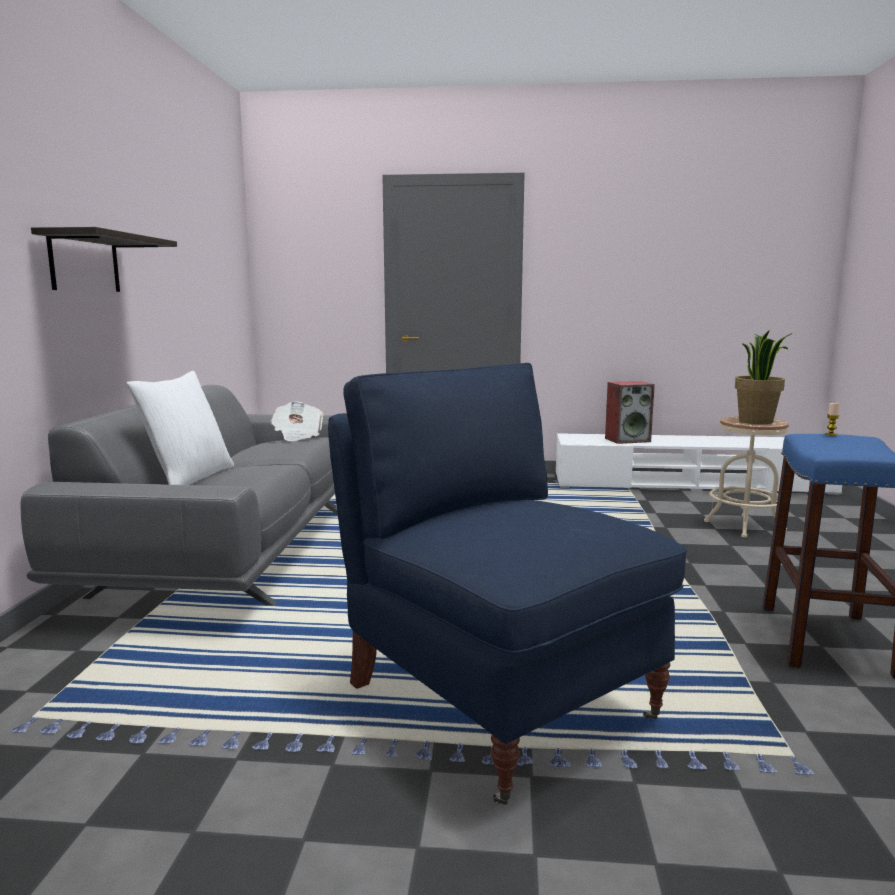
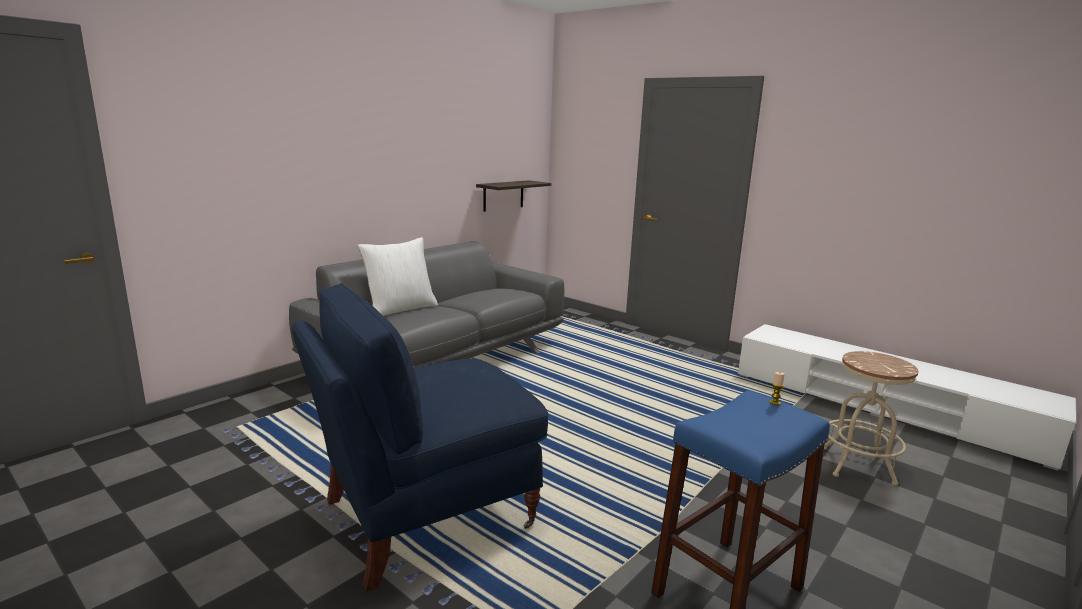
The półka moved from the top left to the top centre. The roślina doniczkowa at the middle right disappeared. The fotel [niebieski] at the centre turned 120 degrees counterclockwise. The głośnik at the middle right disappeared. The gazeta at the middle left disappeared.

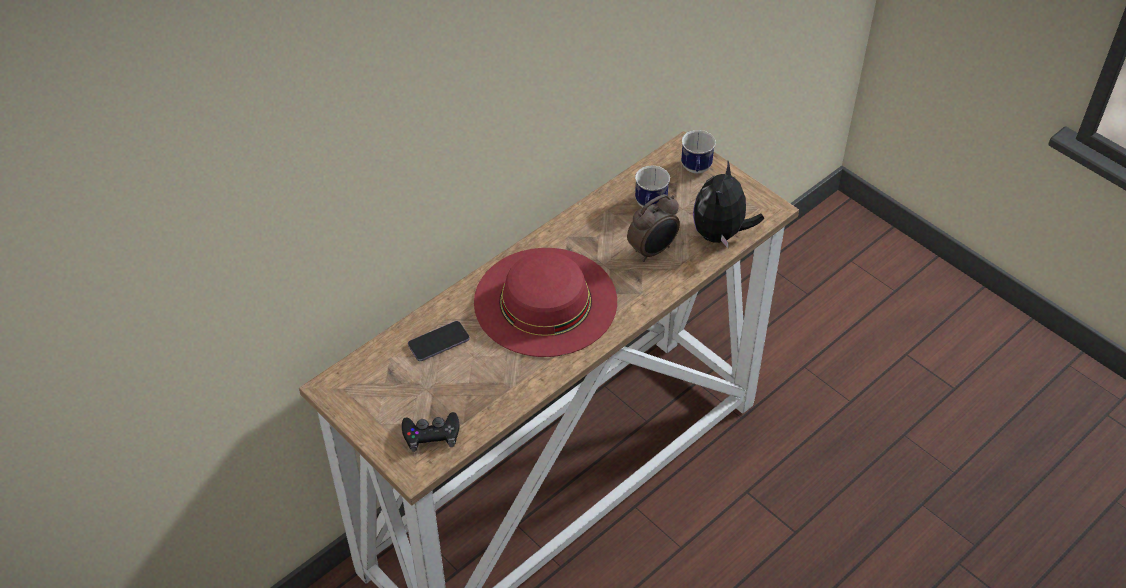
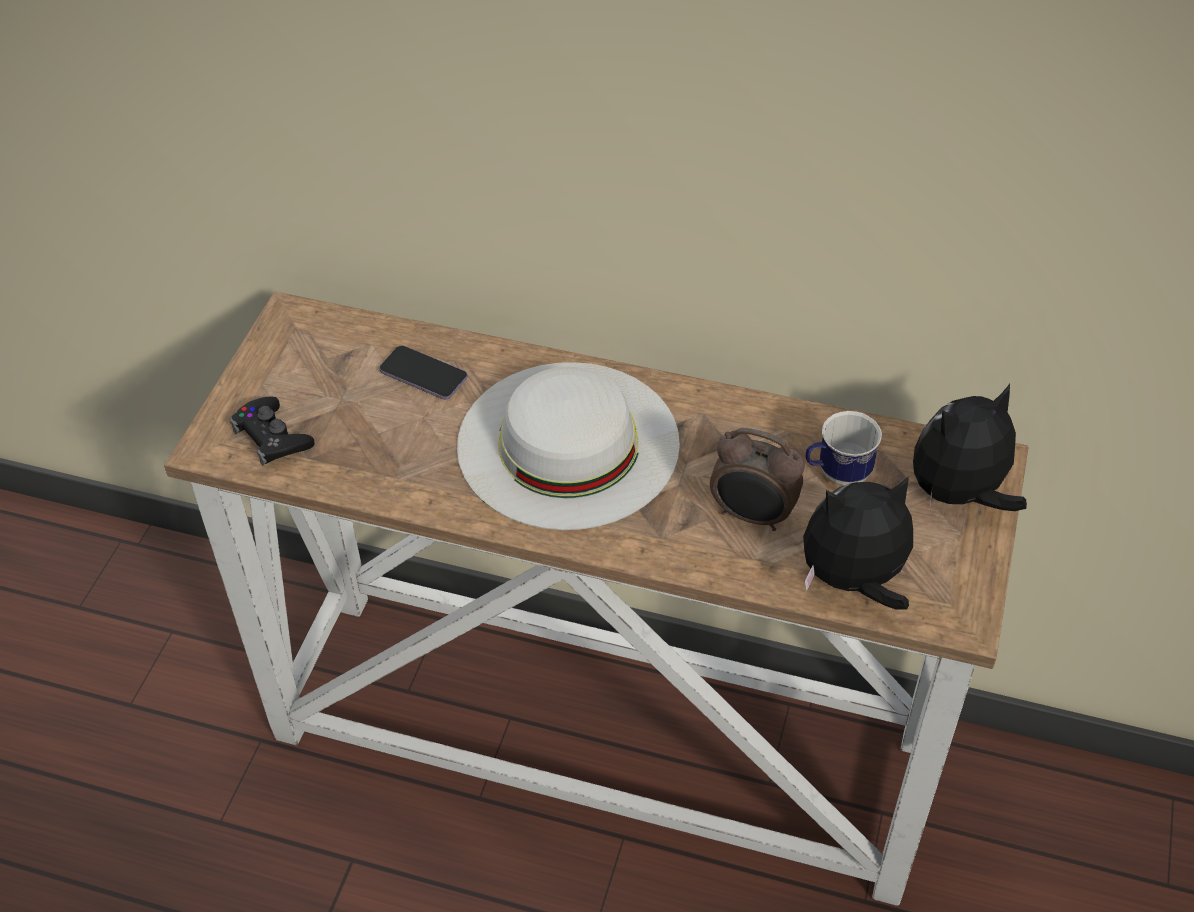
The kubek (2nd from left) at the top centre was replaced by the pluszak (2nd from left) at the middle right. The kapelusz [czerwony] at the centre became the kapelusz [biały] at the centre.

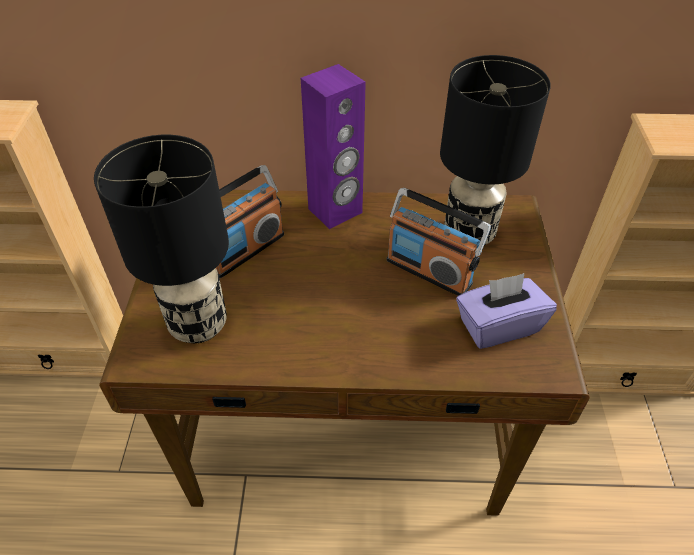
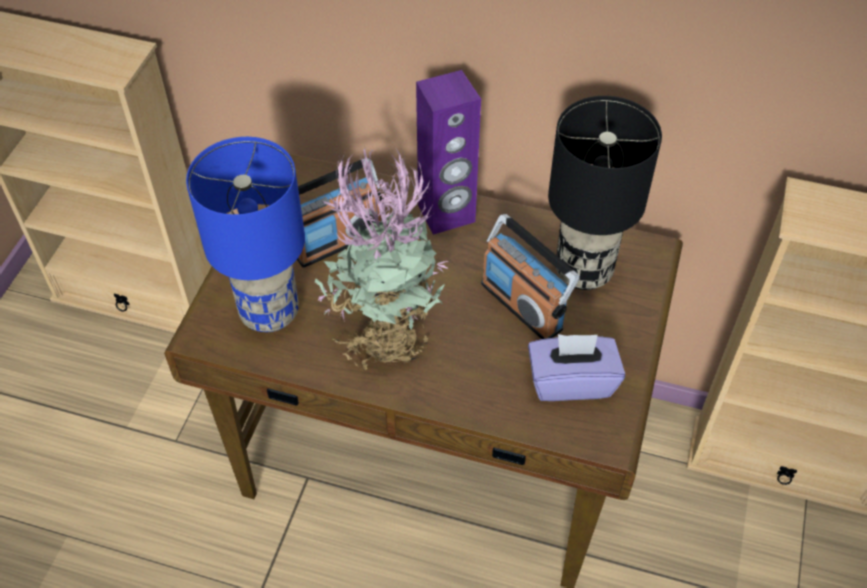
The lampa stołowa [czarny] (1st from left) at the middle left became the lampa stołowa [niebieski] at the middle left. The roślina doniczkowa at the centre appeared.

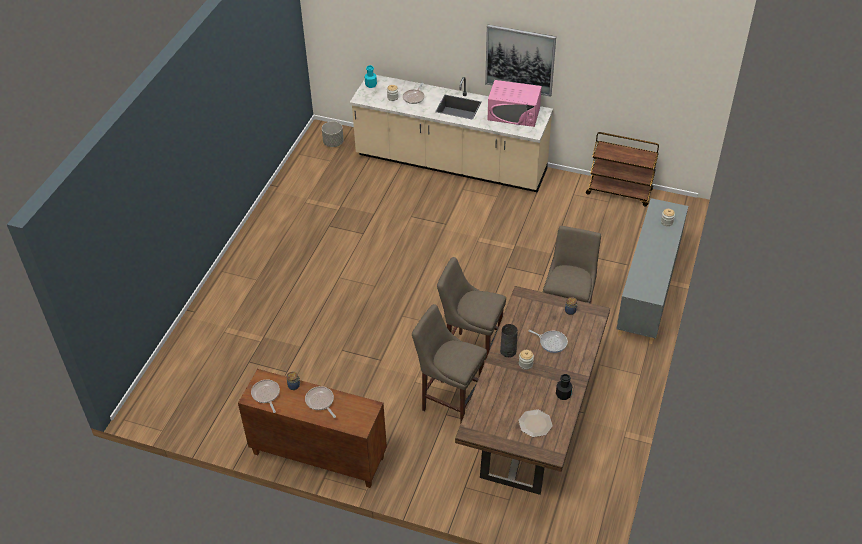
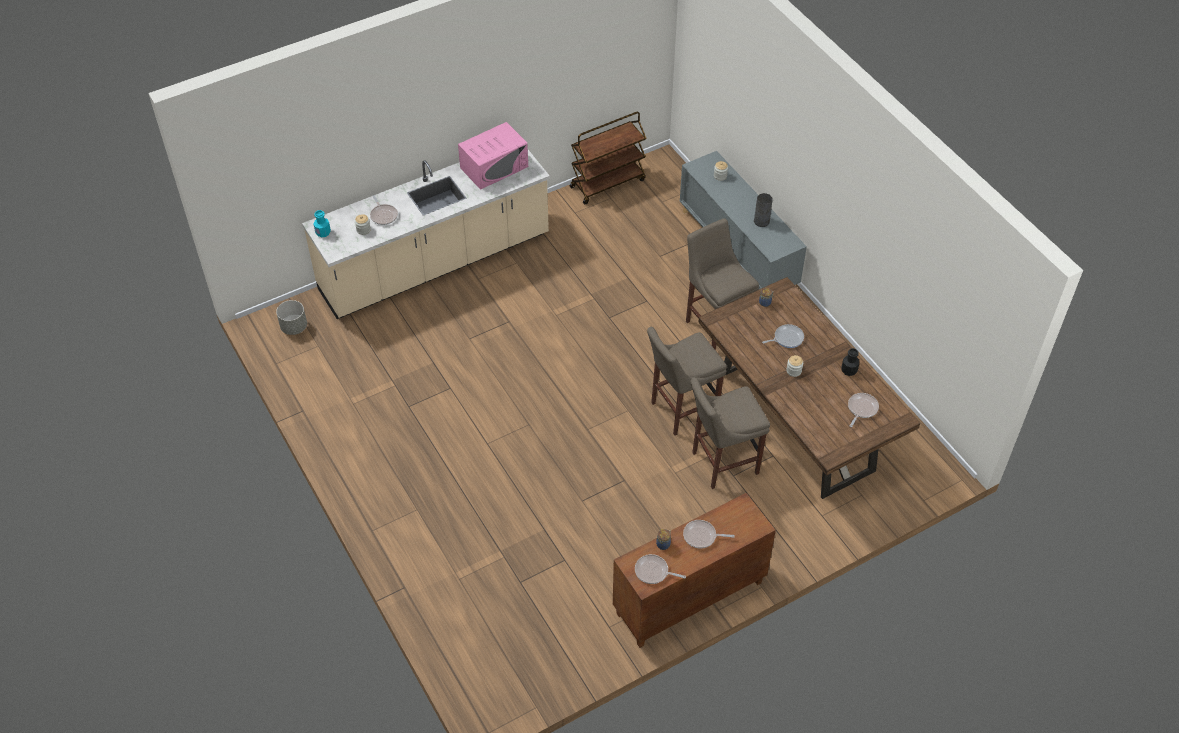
The obraz at the top centre disappeared. The wazon [szary] moved from the centre to the top centre. The talerz at the bottom centre was replaced by the patelnia (5th from left) at the middle right.

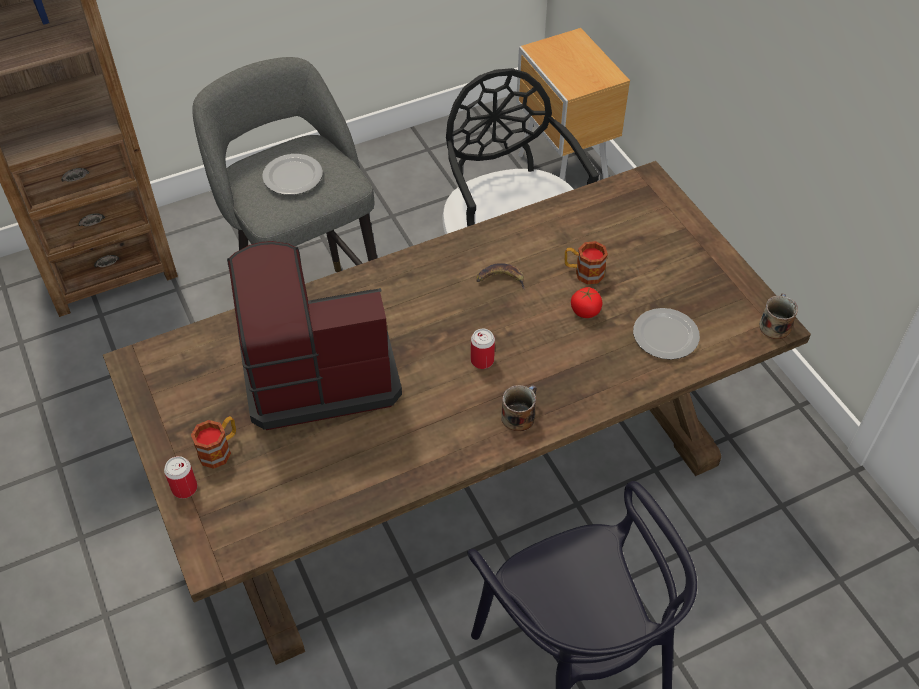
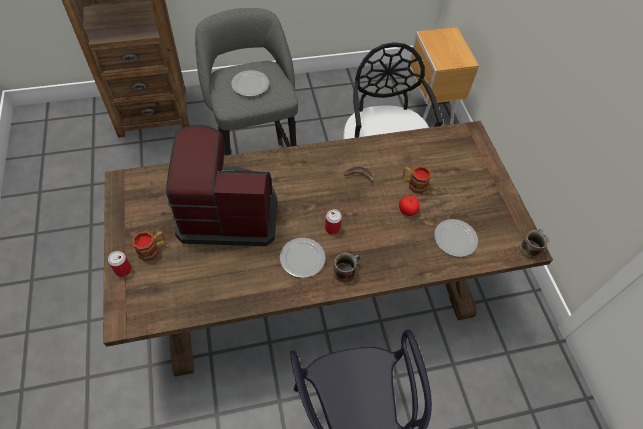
The talerz (2nd from left) at the centre appeared.

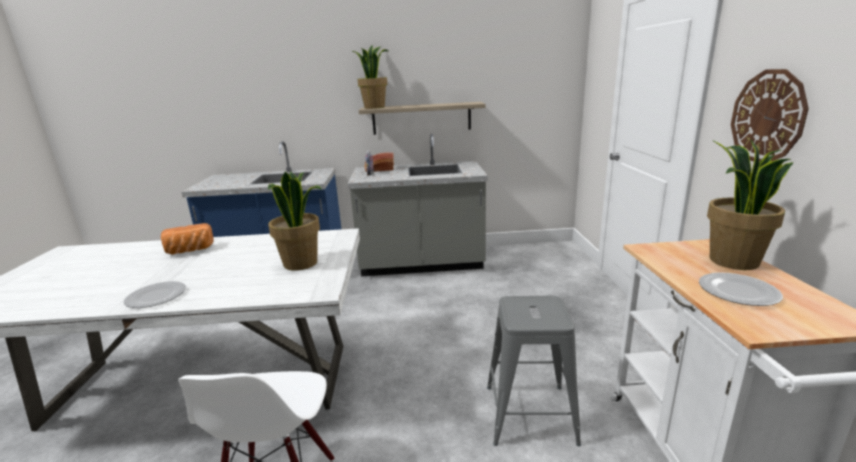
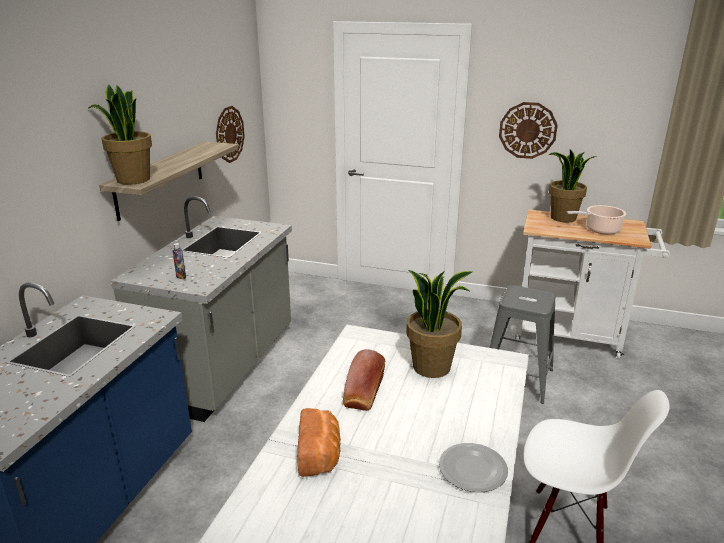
The chleb (2nd from left) moved from the centre to the bottom centre. The talerz (2nd from left) at the middle right was replaced by the garnek at the middle right. The zegar ścienny (1st from left) at the top left appeared.

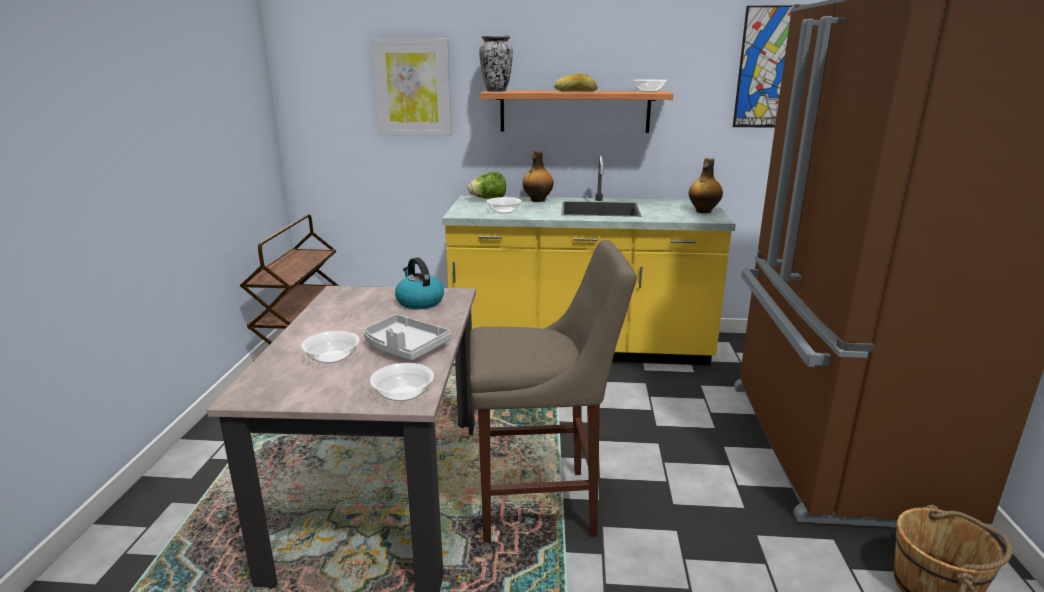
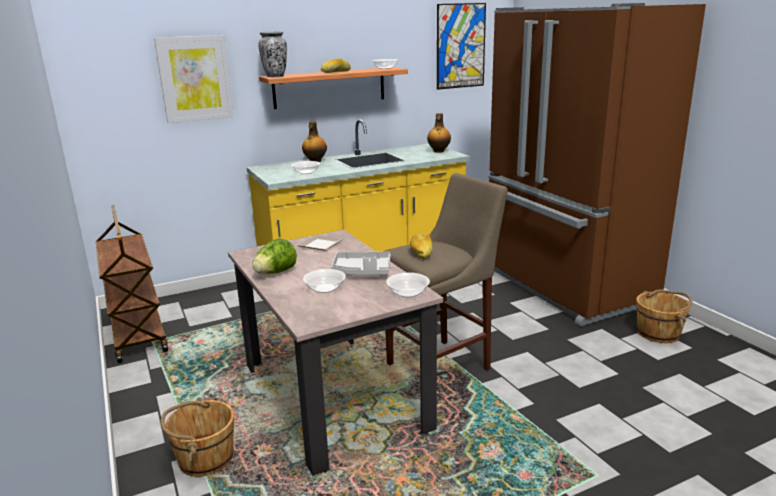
The sałata moved from the top centre to the centre. The czajnik at the centre was replaced by the talerz at the centre. The chleb (2nd from left) at the centre appeared. The wiadro [brązowy] (1st from left) at the bottom left appeared.

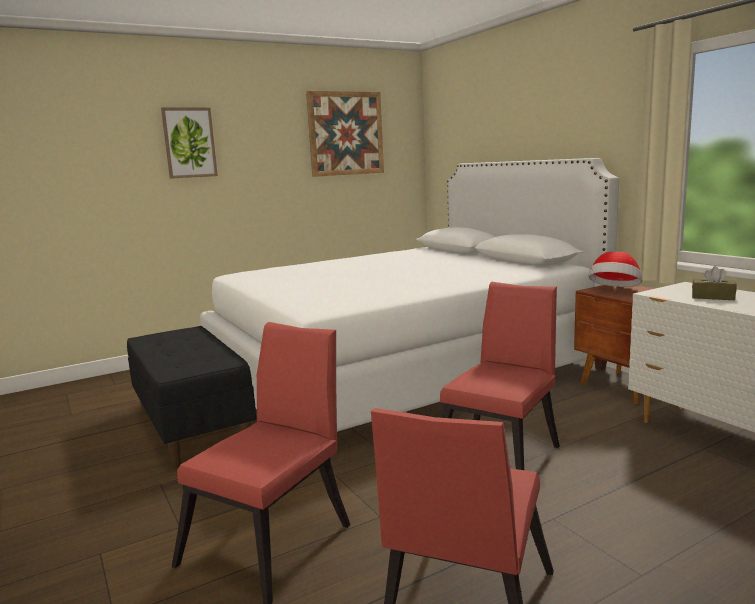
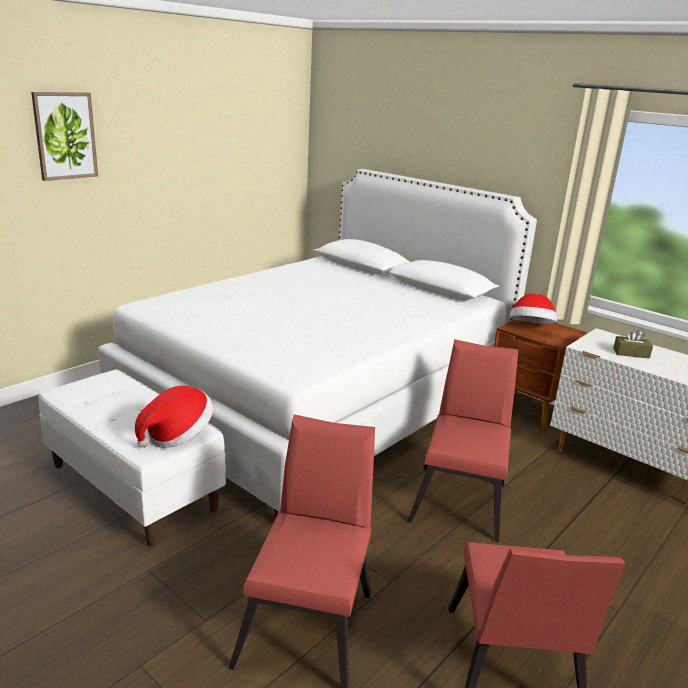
The obraz (2nd from left) at the top centre disappeared. The ławka [czarny] at the middle left became the ławka [biały] at the middle left. The kapelusz (1st from left) at the middle left appeared.

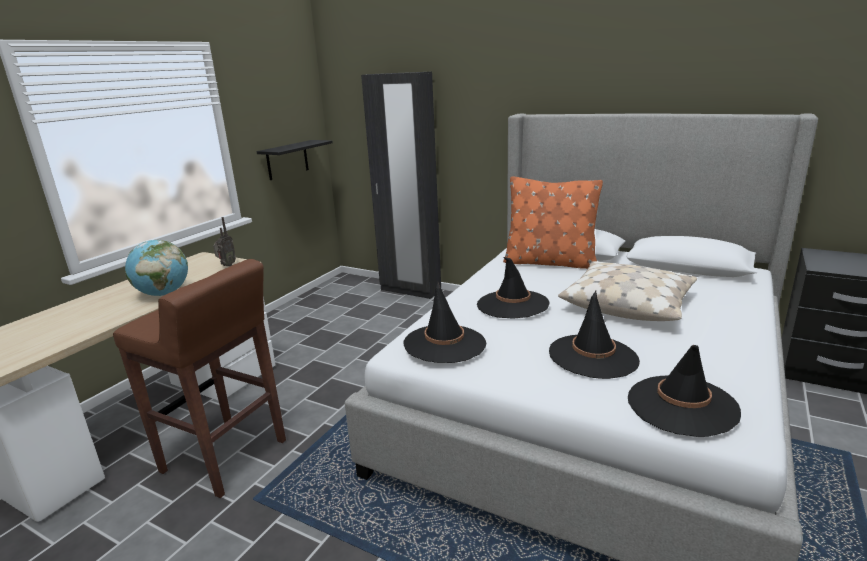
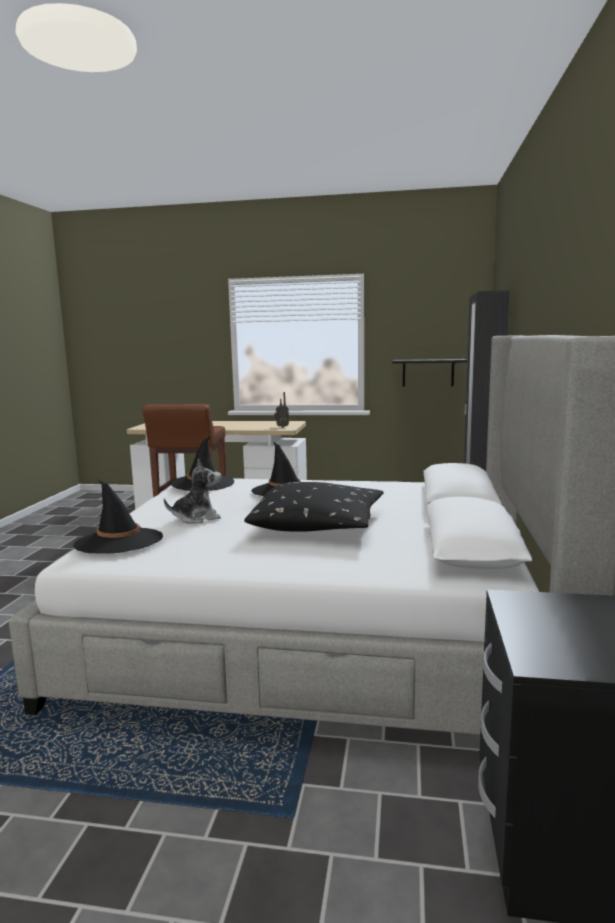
The poduszka [pomarańczowy] at the centre disappeared. The globus at the middle left disappeared. The poduszka [beżowy] at the middle right became the poduszka [czarny] at the centre. The kapelusz [czarny] (3rd from left) at the middle right was replaced by the pluszak at the middle left.

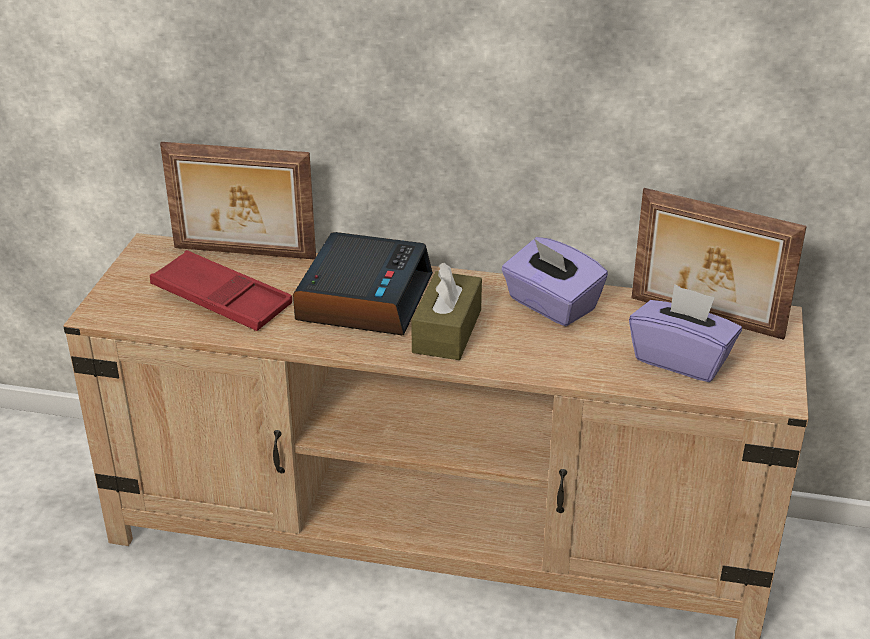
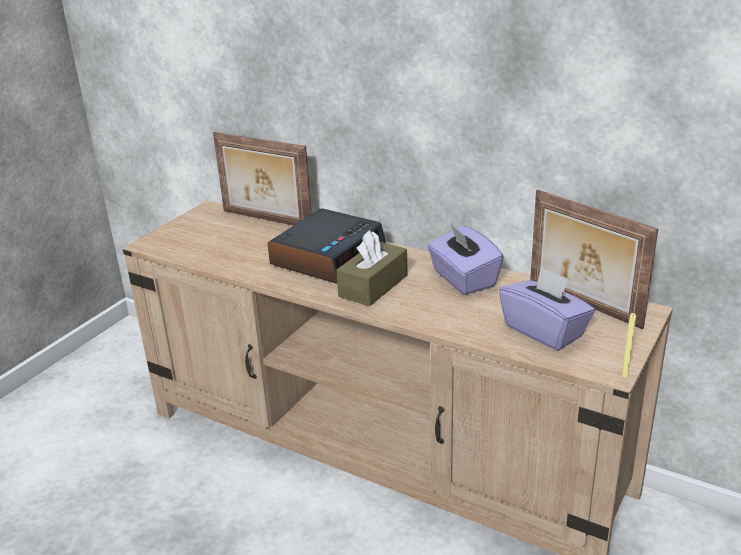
The taca [czerwony] at the middle left disappeared. The świeca [żółty] at the middle right appeared.

